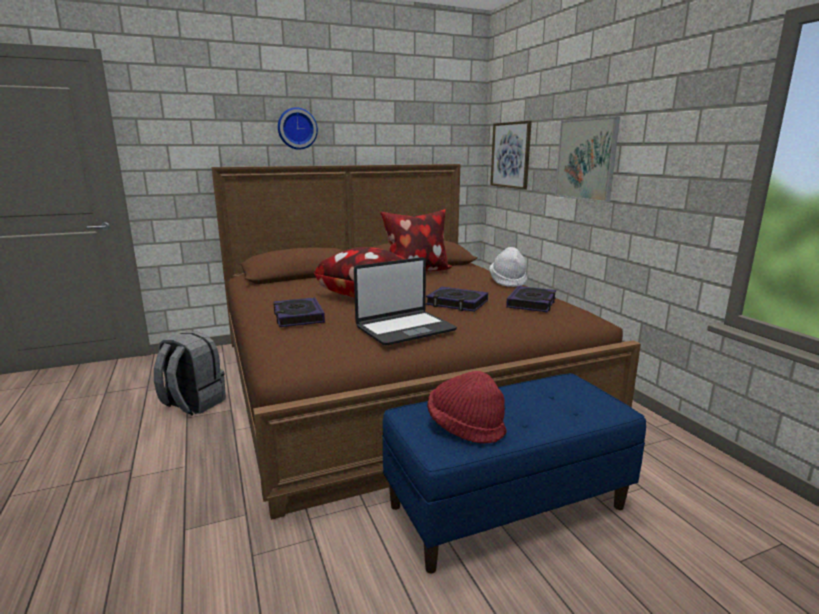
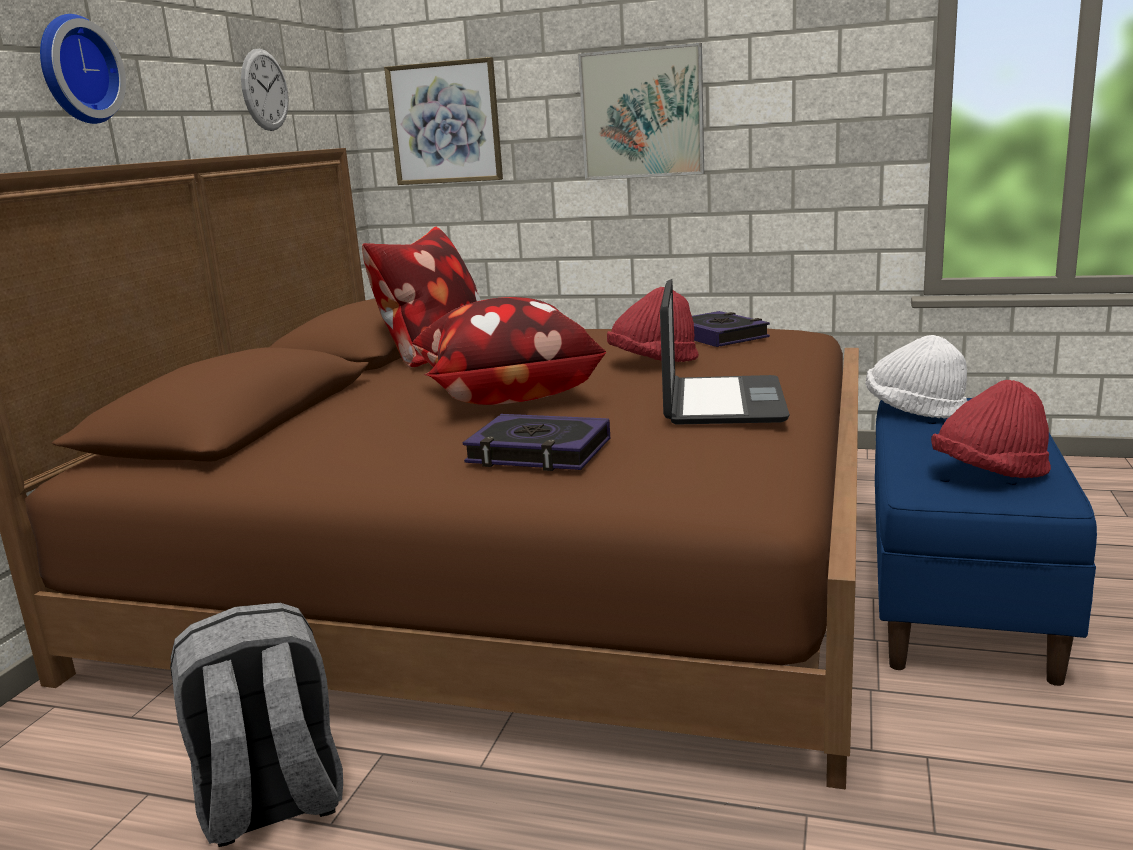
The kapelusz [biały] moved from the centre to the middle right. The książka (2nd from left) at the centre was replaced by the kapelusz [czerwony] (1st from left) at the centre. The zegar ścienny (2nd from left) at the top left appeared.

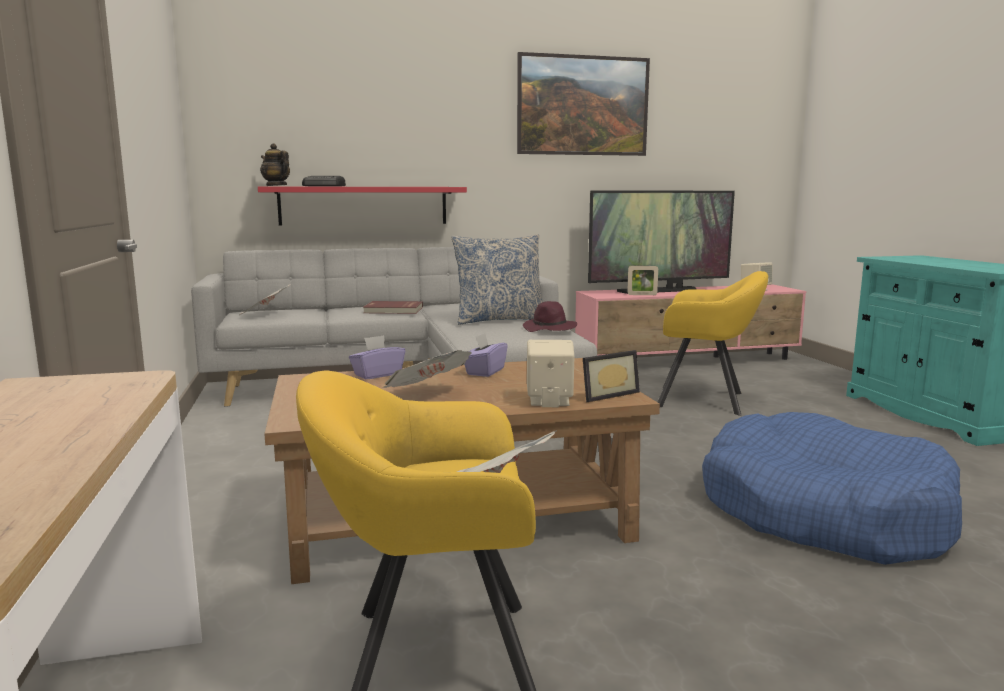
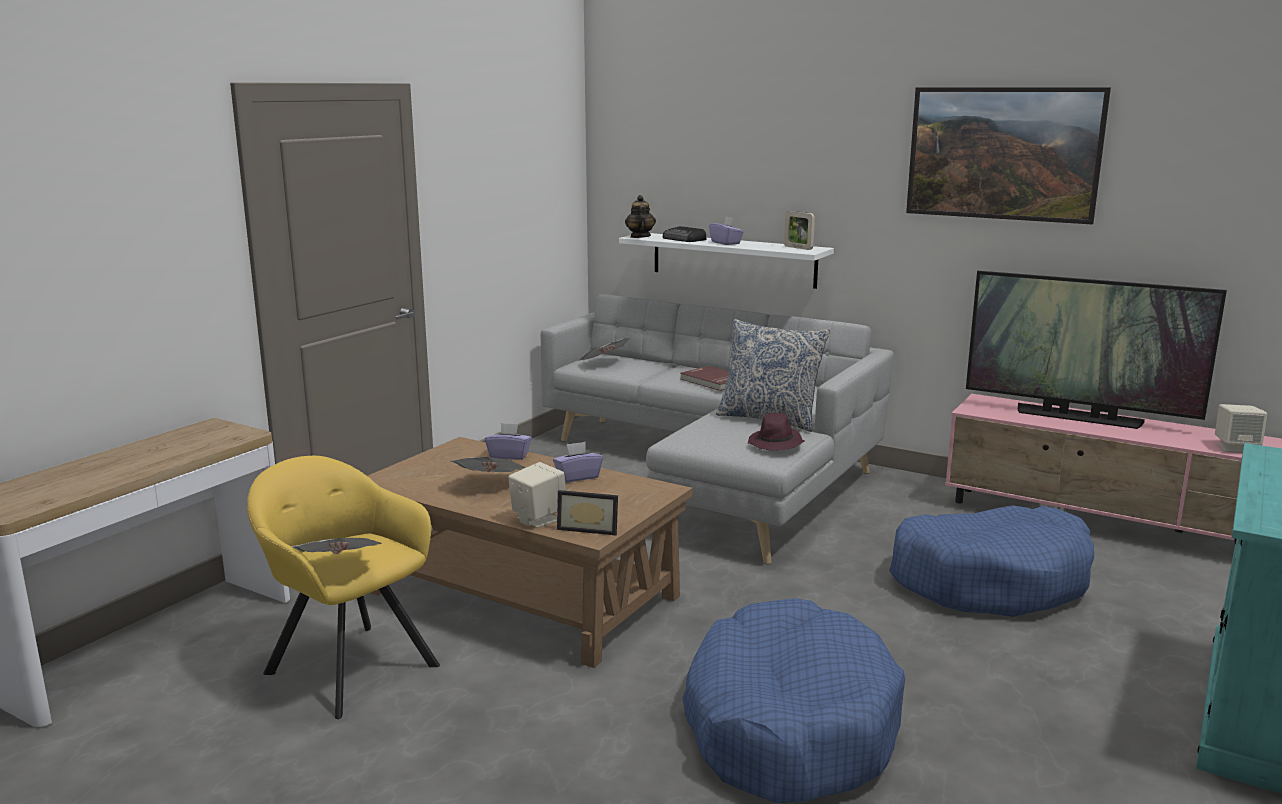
The półka [czerwony] at the top centre became the półka [biały] at the top centre. The ramka na zdjęcie (2nd from left) moved from the centre to the top centre. The fotel [żółty] (2nd from left) at the middle right was replaced by the legowisko [niebieski] (2nd from left) at the bottom right. The pudełko chusteczek [fioletowy] (3rd from left) at the top centre appeared.

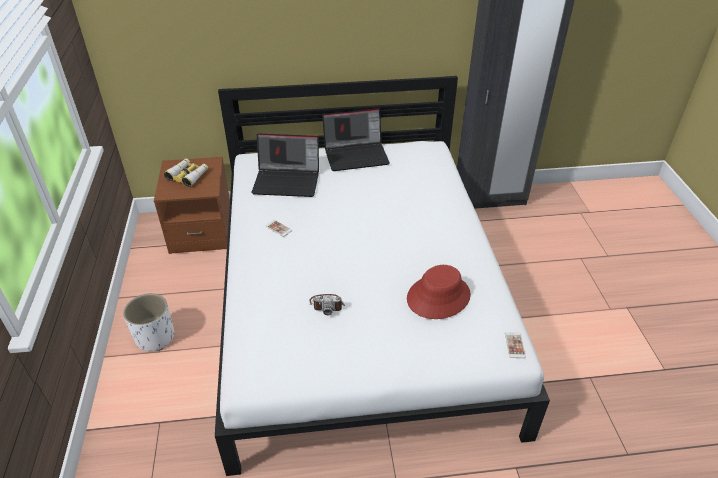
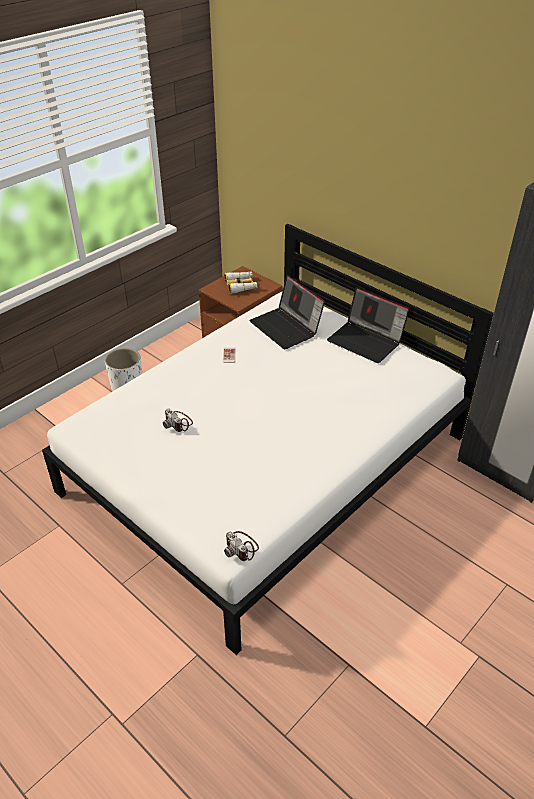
The kapelusz [czerwony] at the centre disappeared. The telefon (2nd from left) at the bottom right was replaced by the aparat fotograficzny (2nd from left) at the bottom centre.

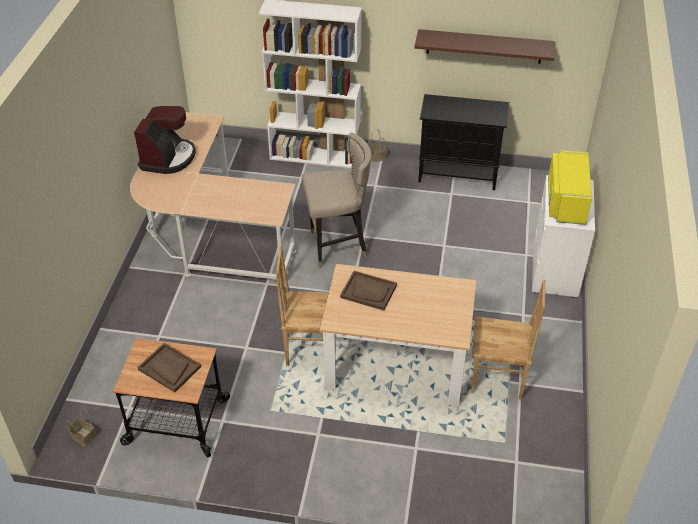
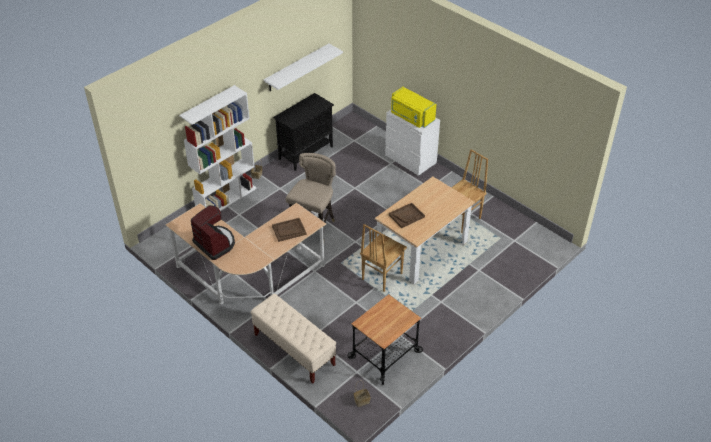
The półka [brązowy] at the top right became the półka [biały] at the top centre. The taca [brązowy] (1st from left) moved from the bottom left to the centre. The ławka [beżowy] at the bottom centre appeared.

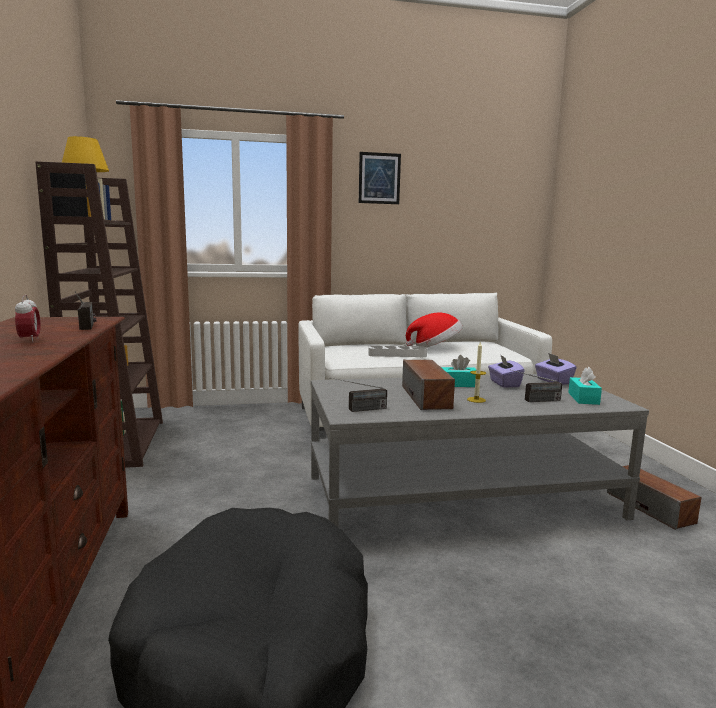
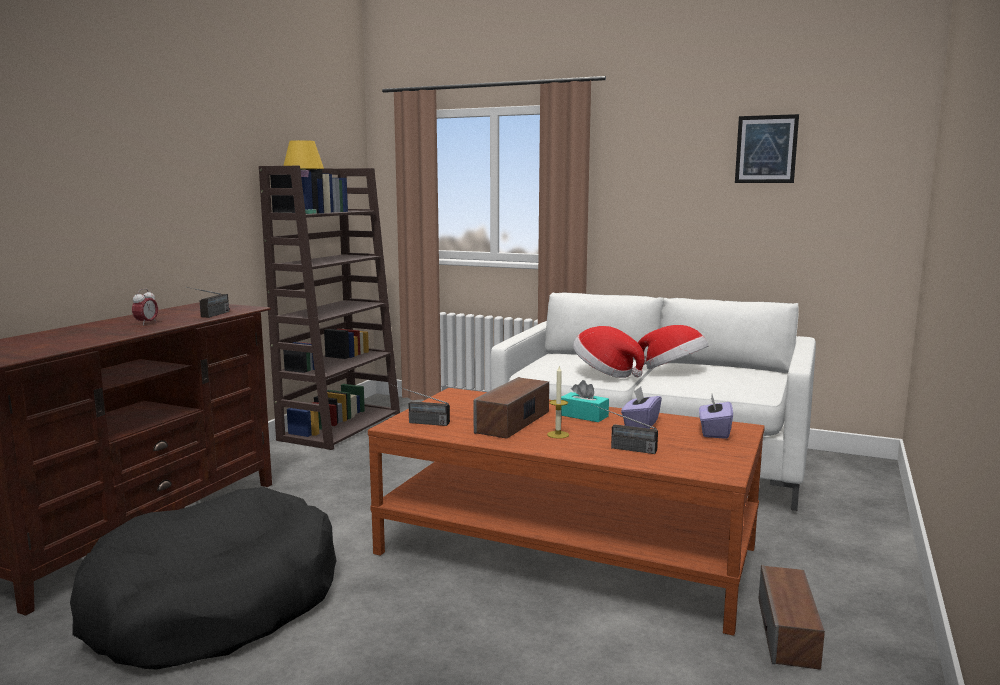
The obraz moved from the top centre to the top right. The taca [szary] at the centre was replaced by the kapelusz (1st from left) at the centre. The pudełko chusteczek [turkusowy] (2nd from left) at the middle right disappeared. The ława [szary] at the middle right became the ława [brązowy] at the bottom centre.

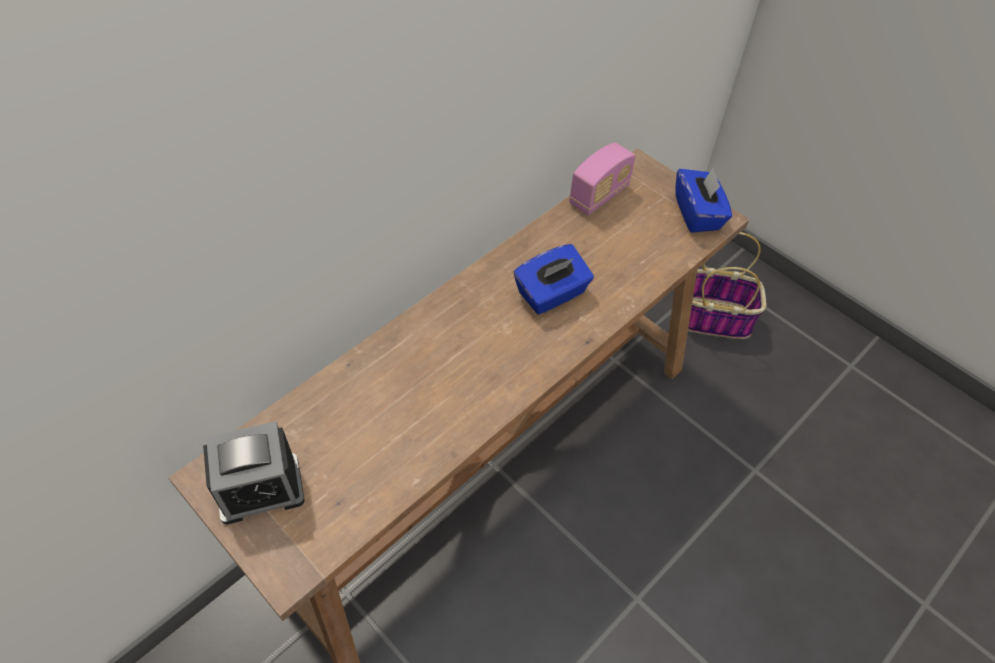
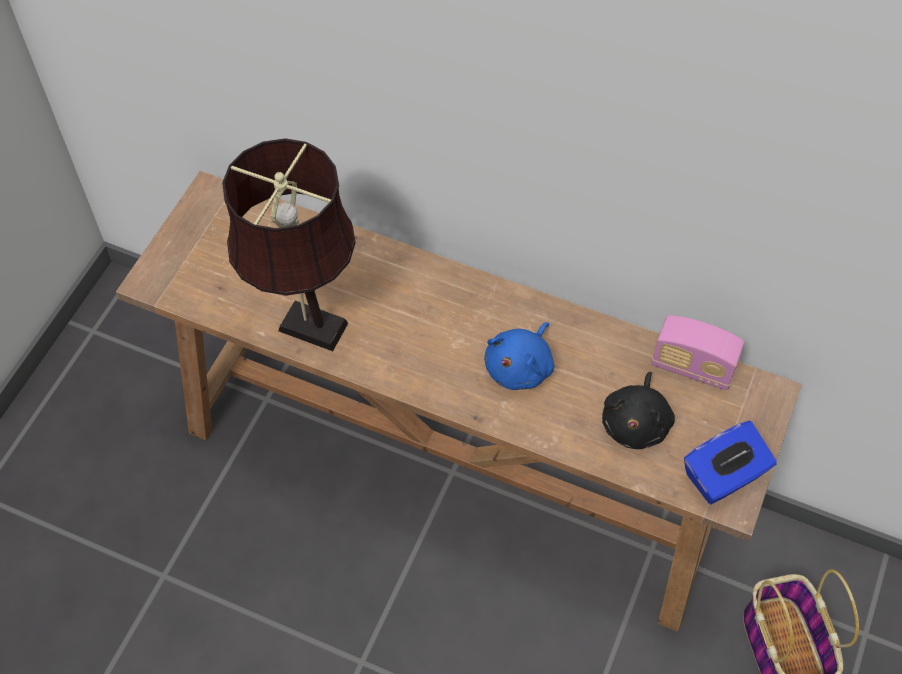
The pudełko chusteczek [niebieski] (1st from left) at the centre was replaced by the pluszak [niebieski] at the centre. The budzik at the bottom left disappeared. The lampa stołowa [brązowy] at the middle left appeared. The pluszak [czarny] at the middle right appeared.

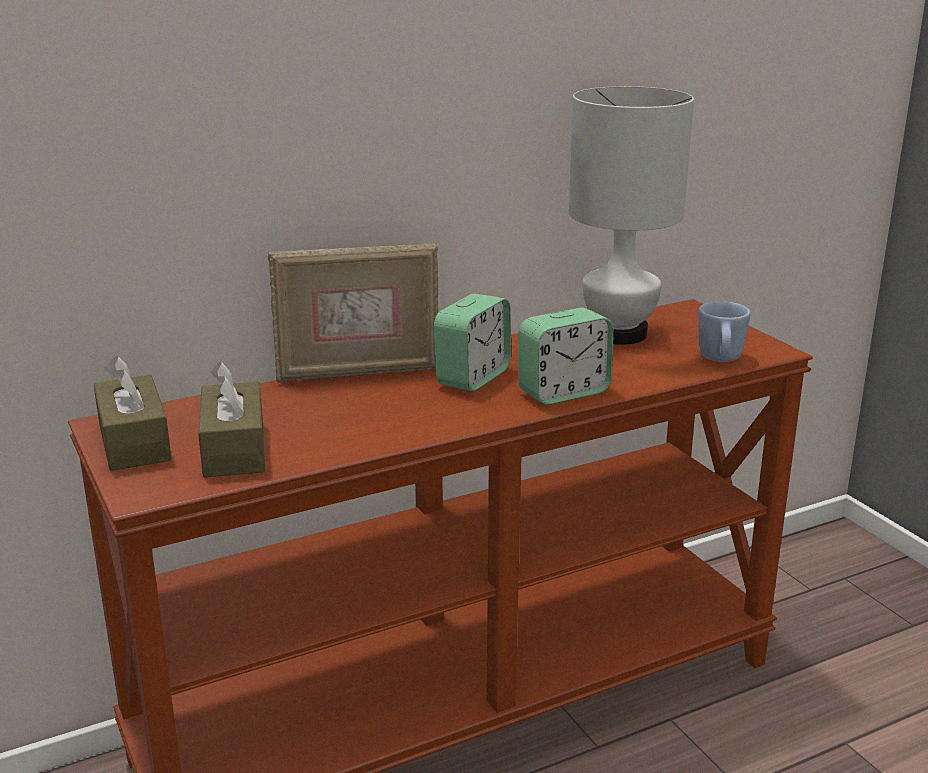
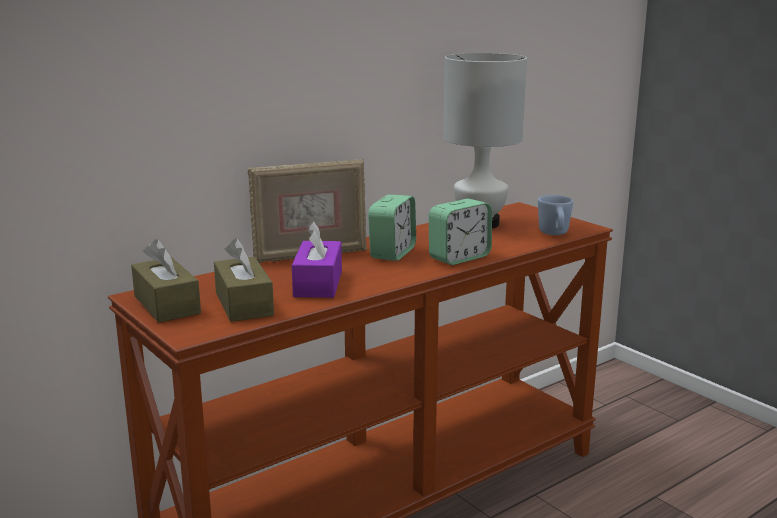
The pudełko chusteczek [fioletowy] at the centre appeared.

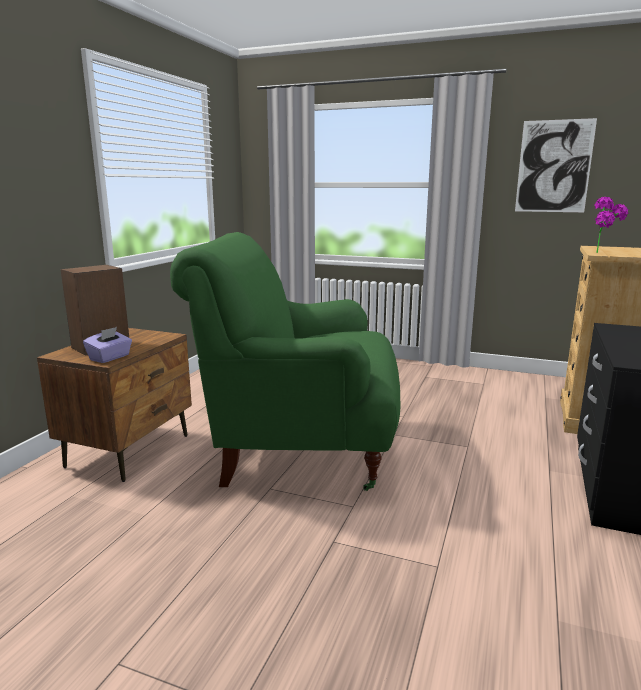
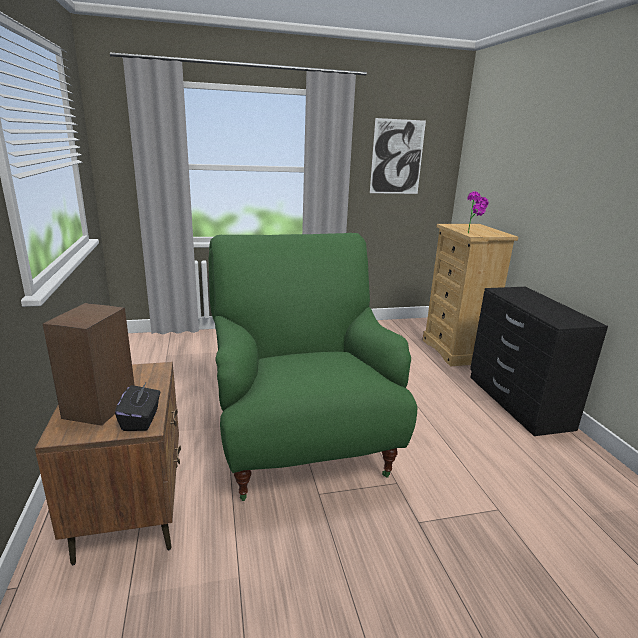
The fotel [zielony] at the centre turned 105 degrees clockwise. The pudełko chusteczek [fioletowy] at the middle left became the pudełko chusteczek [czarny] at the middle left.

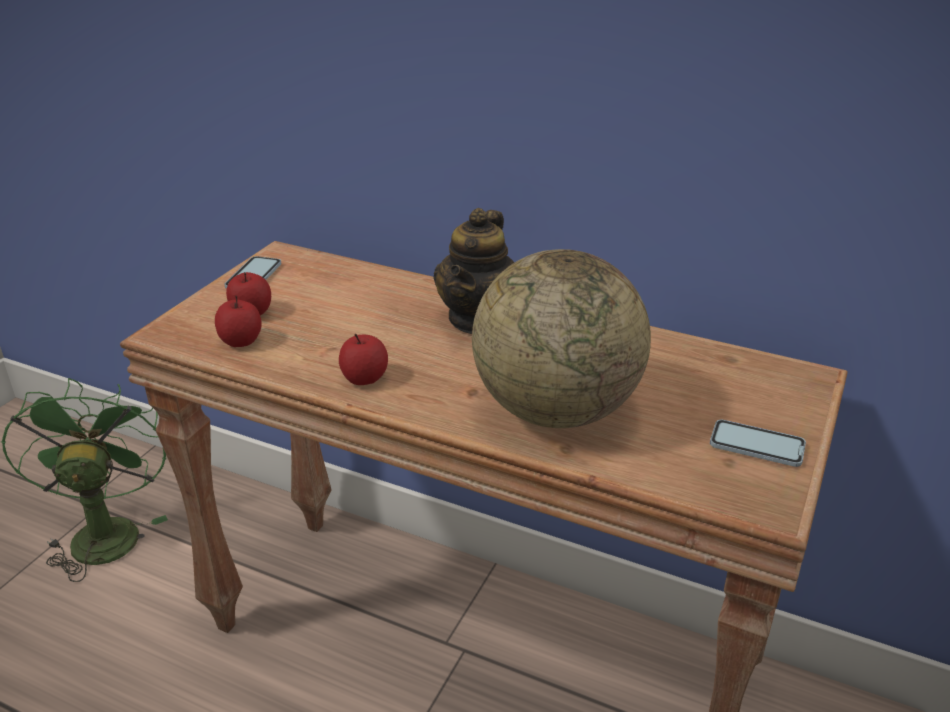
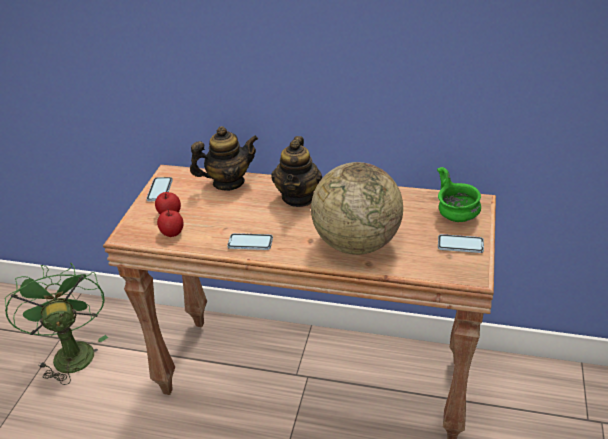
The jabłko (3rd from left) at the centre was replaced by the telefon (2nd from left) at the centre. The imbryk (1st from left) at the centre appeared. The miska [zielony] at the middle right appeared.

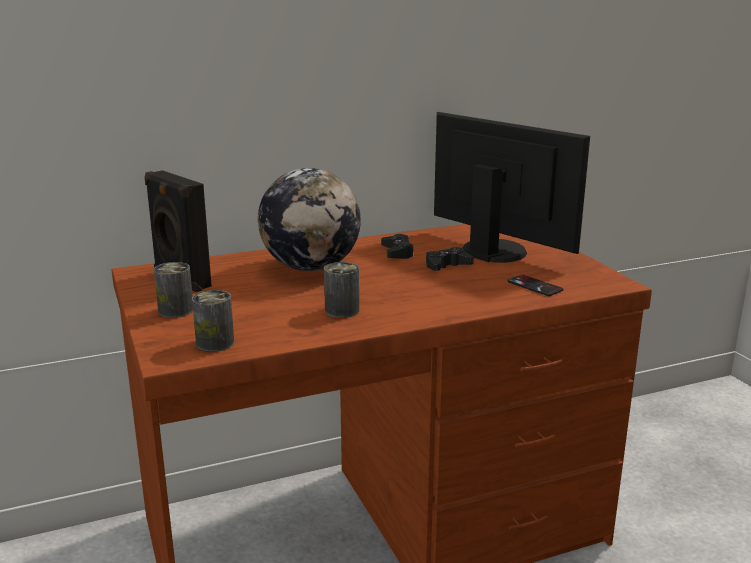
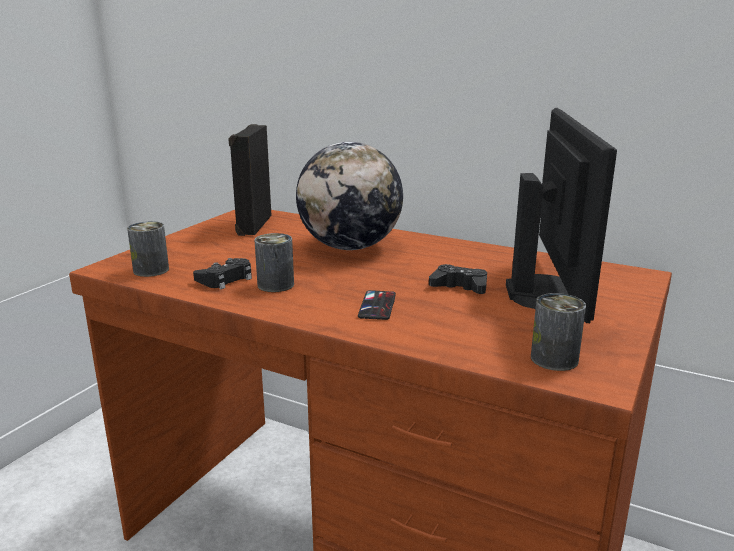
The pad do gier [czarny] (1st from left) moved from the centre to the middle left. The puszka (1st from left in the first image) moved from the middle left to the middle right. The telefon moved from the middle right to the centre.

